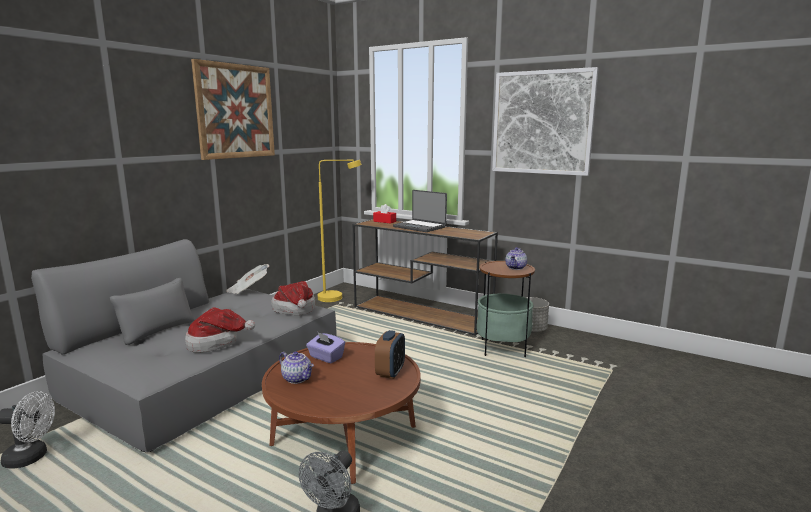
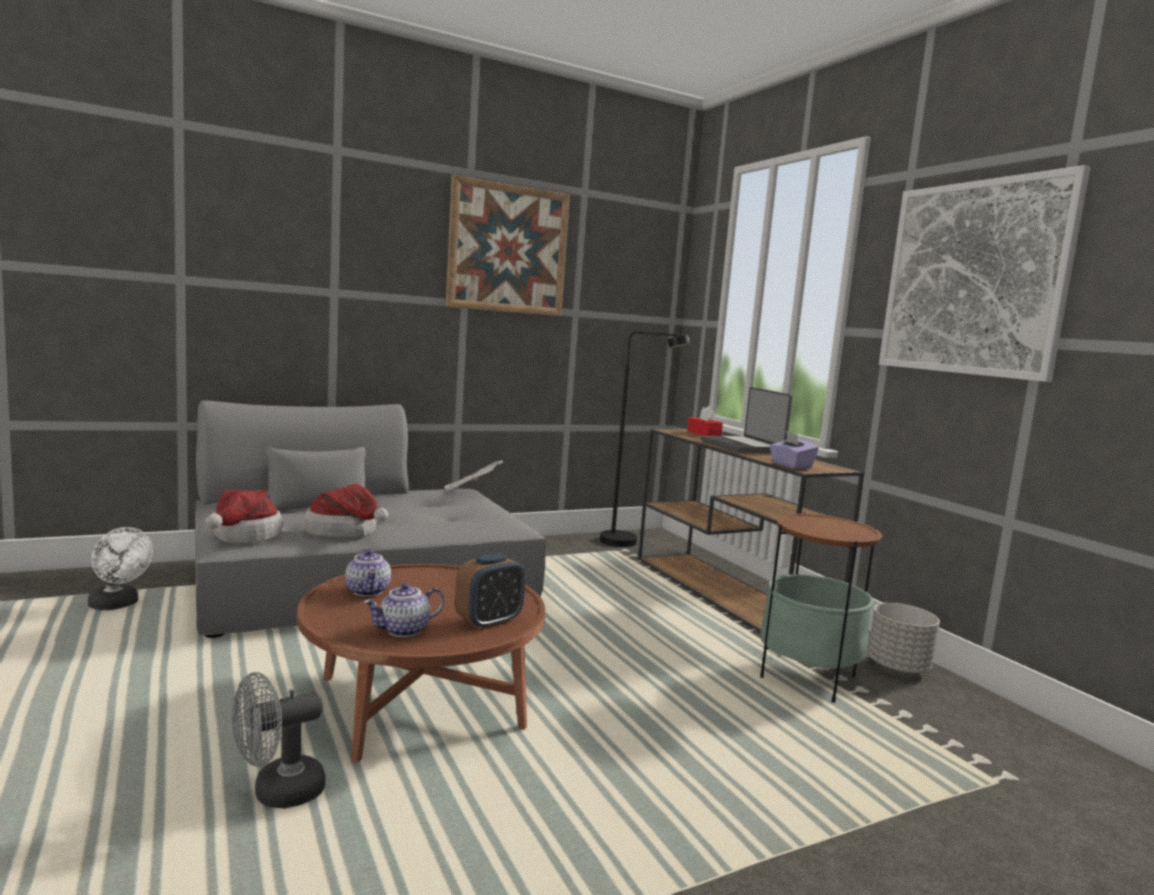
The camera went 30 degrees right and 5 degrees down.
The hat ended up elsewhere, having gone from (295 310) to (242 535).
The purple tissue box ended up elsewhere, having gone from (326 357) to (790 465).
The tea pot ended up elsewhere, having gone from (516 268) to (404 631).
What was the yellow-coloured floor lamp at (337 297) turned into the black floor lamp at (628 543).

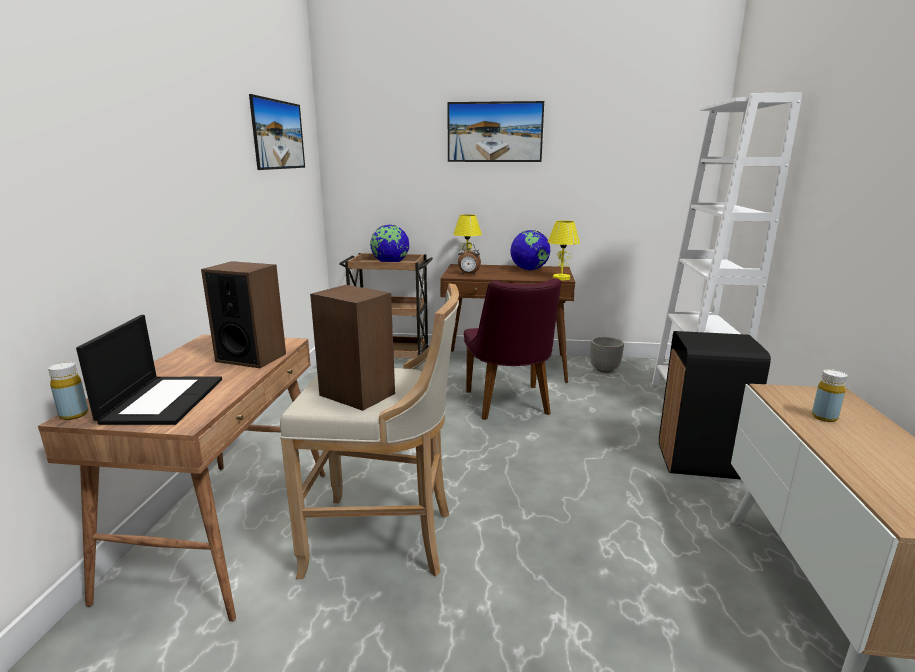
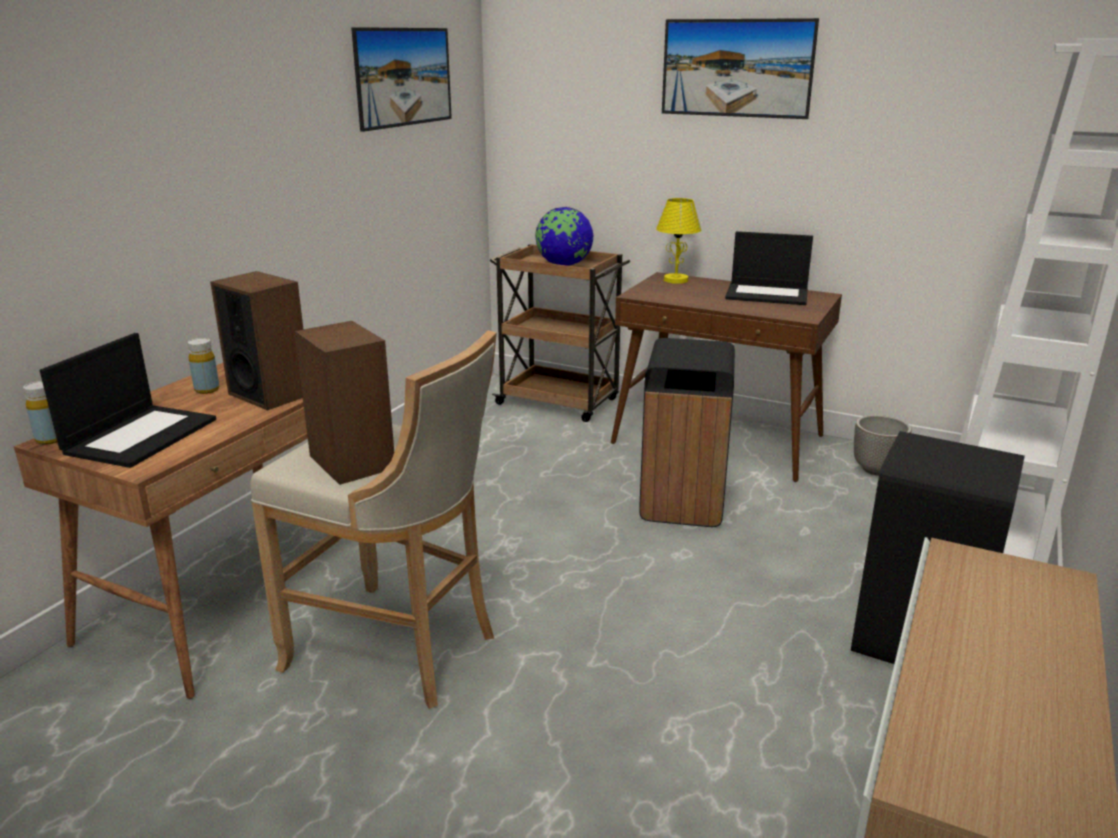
The camera went 20 degrees right and 5 degrees up.
The second view lost the alarm clock at (468 274).
The second view lost the yellow-coloured lamp for a table at (561 278).
The yellow-coloured drink bottle ended up elsewhere, having gone from (824 417) to (207 390).
Where the purple chair stood at (510 405), the black waste bin came to stand at (681 503).
Where the globe stood at (529 270), the portable computer came to stand at (768 294).

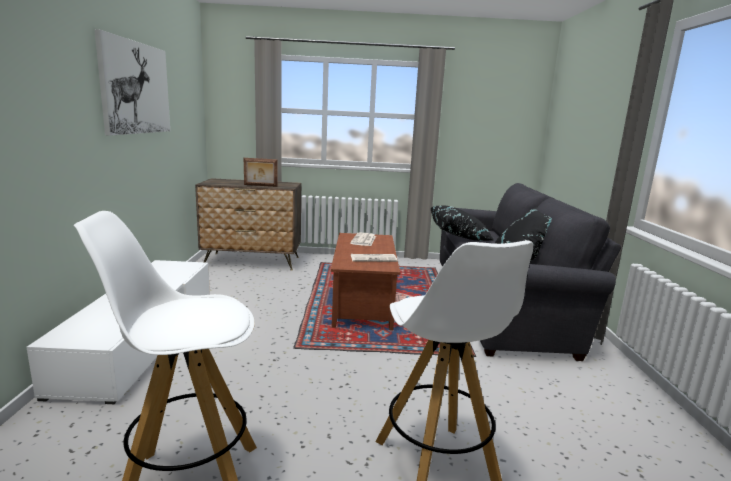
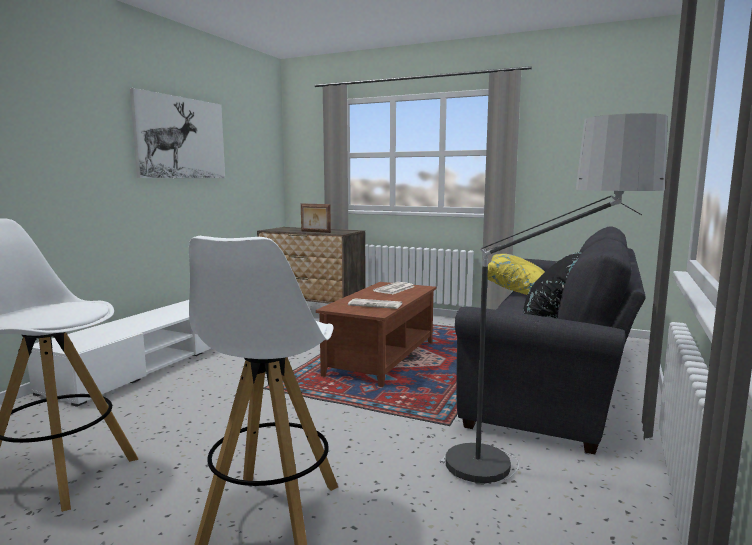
The camera went 25 degrees right and 5 degrees down.
The second view gained the floor lamp at (531 478).
What was the black cushion at (459 236) turned into the yellow-coloured cushion at (519 291).

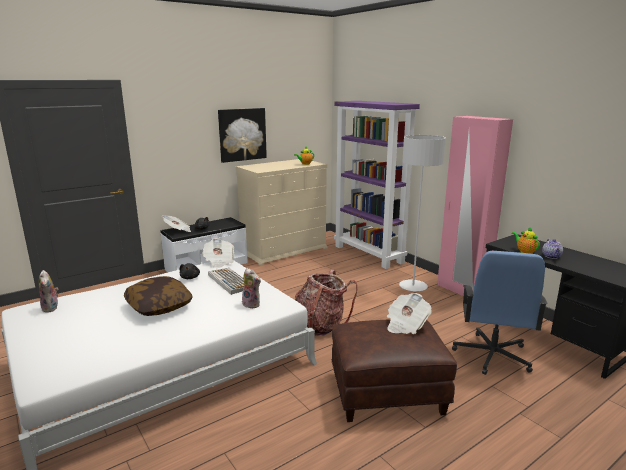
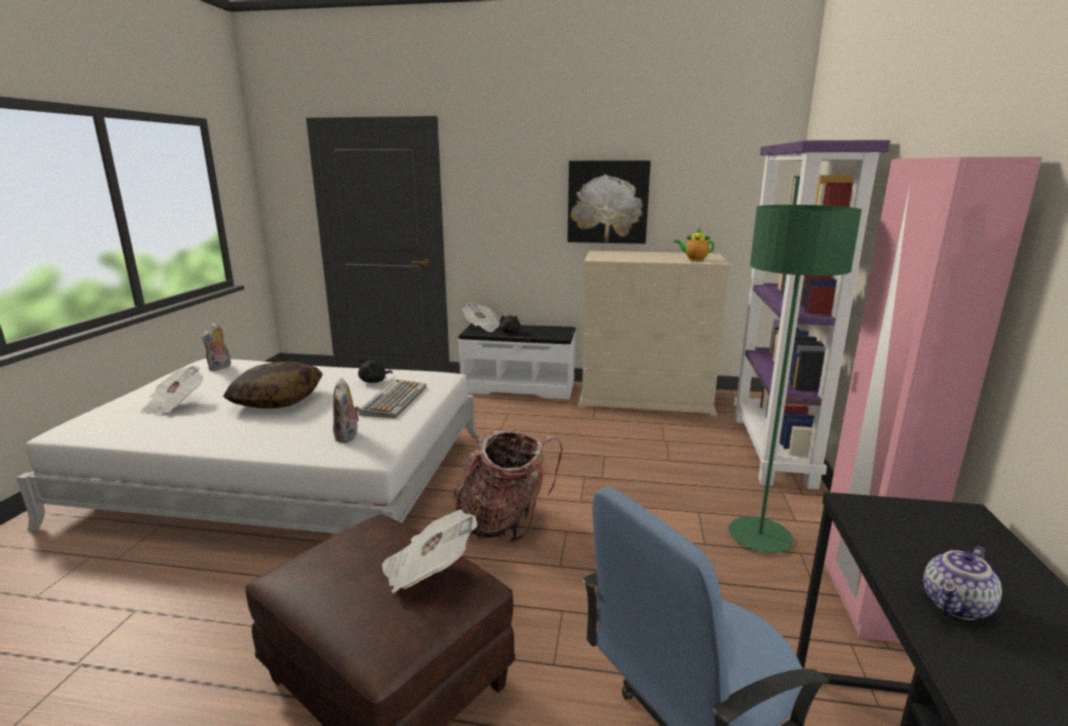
The camera went 45 degrees right and 0 degrees up.
The second view lost the tea pot at (525 252).
The printed paper ended up elsewhere, having gone from (219 261) to (175 405).
What was the greyish floor lamp at (413 287) turned into the green floor lamp at (759 537).

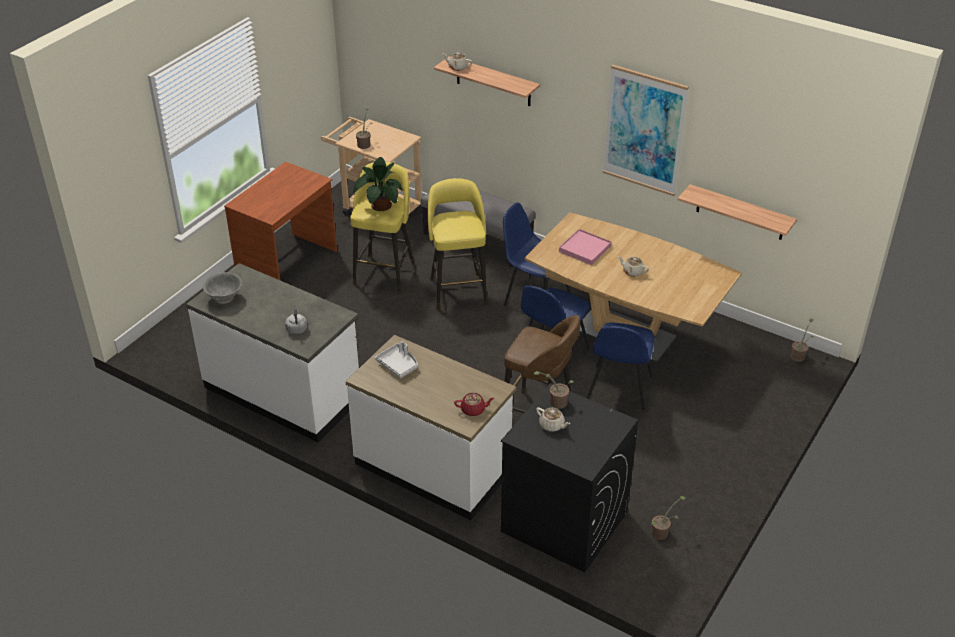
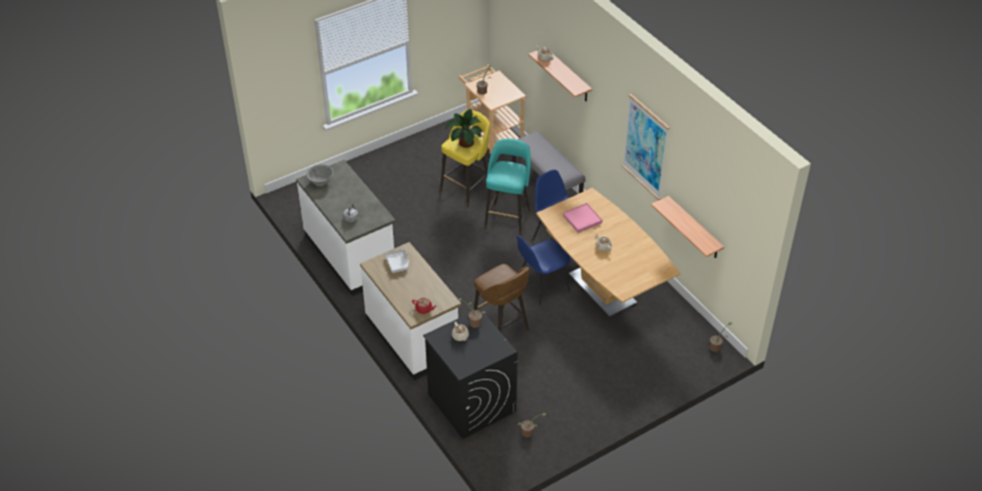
The camera went 25 degrees right and 5 degrees up.
The second view lost the brown desk table at (288 265).
The second view lost the bluish chair at (619 389).
What was the yellow-coloured stool at (458 290) turned into the turquoise-coloured stool at (508 218).

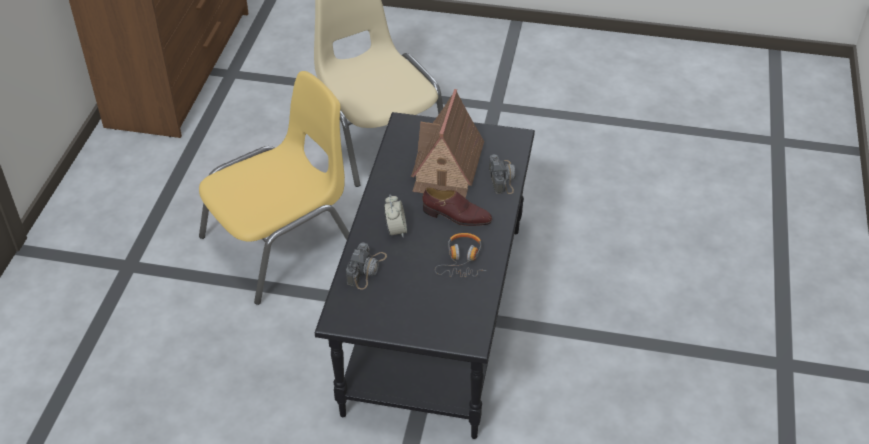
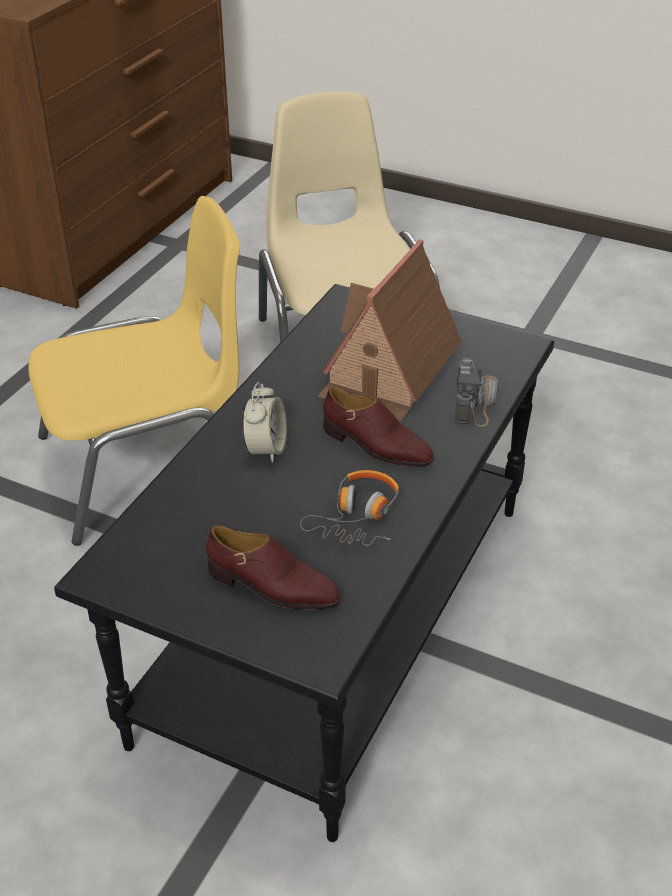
The camera went 15 degrees right and 5 degrees down.
The second view lost the photo camera at (366 269).
The second view gained the brown item of footwear at (272 587).

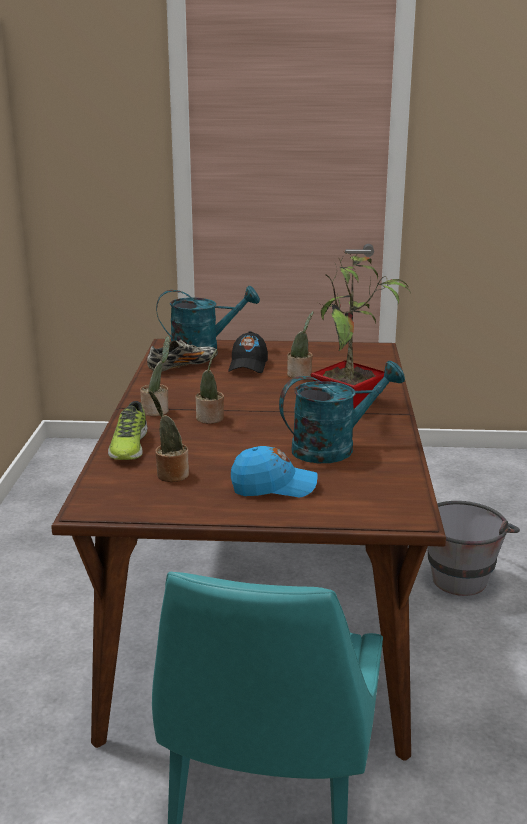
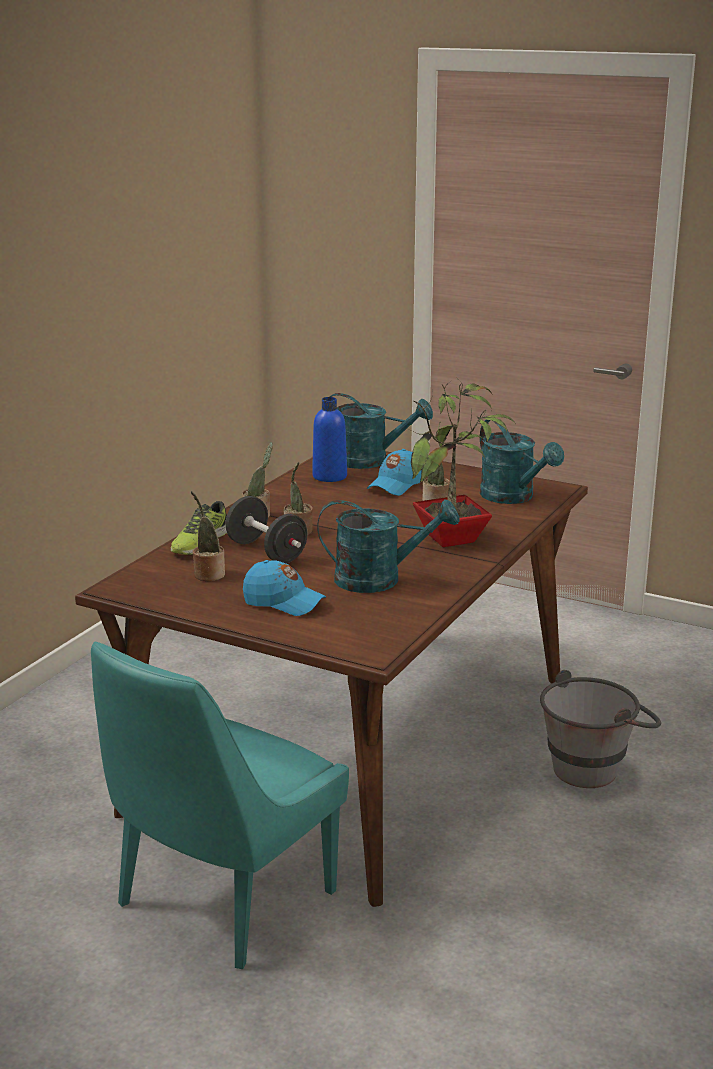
The camera went 25 degrees right and 0 degrees up.
The second view gained the black dumbbell at (266 552).
The second view gained the turquoise-coloured watering pot at (513 497).
Where the item of footwear stood at (182 367), the bluish drink bottle came to stand at (329 476).
What was the black baseball cap at (248 365) turned into the bluish baseball cap at (395 486).

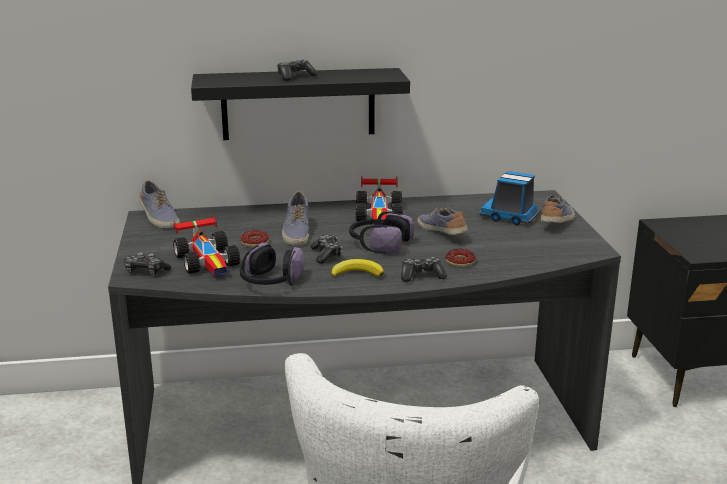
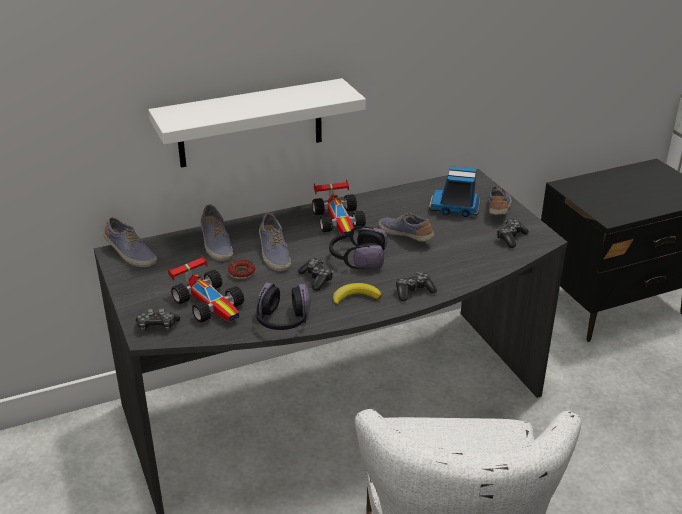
The camera went 15 degrees left and 10 degrees up.
The second view lost the donut at (460 262).
The second view gained the item of footwear at (215 244).
The gamepad ended up elsewhere, having gone from (295 76) to (510 238).
What was the black wall shelf at (298 104) turned into the white wall shelf at (250 123).

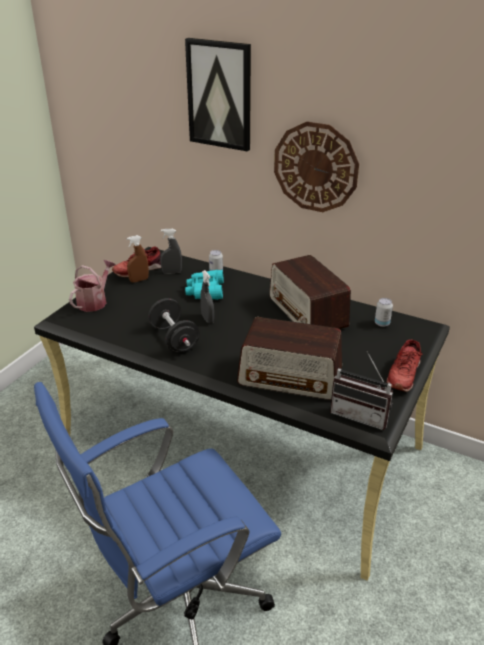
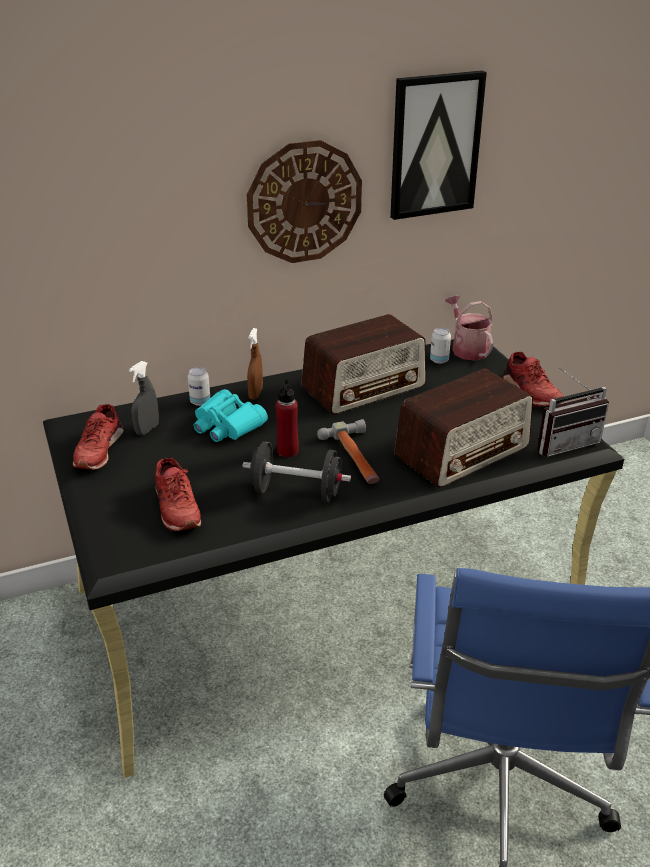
The camera went 50 degrees left and 0 degrees up.
The second view gained the reddish item of footwear at (176 507).
The second view gained the hand hammer at (355 458).
The watering pot ended up elsewhere, having gone from (94 301) to (467 348).
The brown hand sprayer ended up elsewhere, having gone from (139 280) to (255 394).
The wall picture ended up elsewhere, having gone from (220 94) to (435 145).
Where the greyish hand sprayer stood at (207 319), the reddish drink bottle came to stand at (287 451).
The radio at (307 312) ended up facing another way, 45 degrees counterclockwise from before.

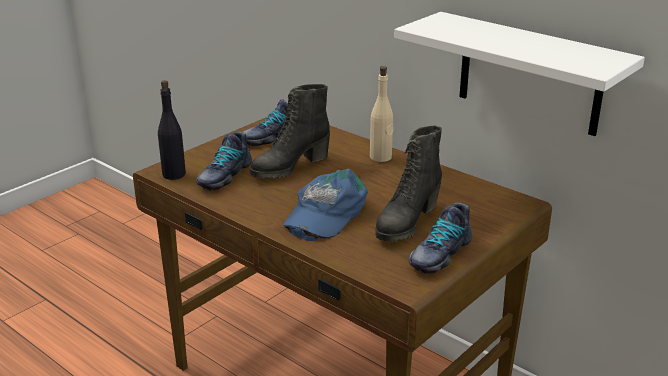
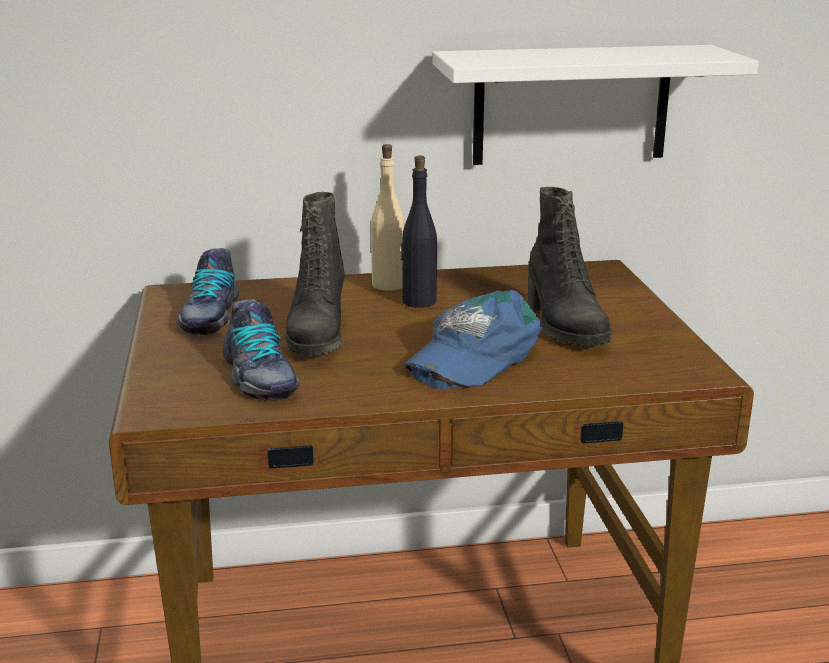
The camera went 50 degrees left and 5 degrees down.
The second view lost the item of footwear at (439 253).
The black drink bottle ended up elsewhere, having gone from (173 174) to (418 301).
The bluish baseball cap at (325 213) ended up facing another way, 60 degrees clockwise from before.

